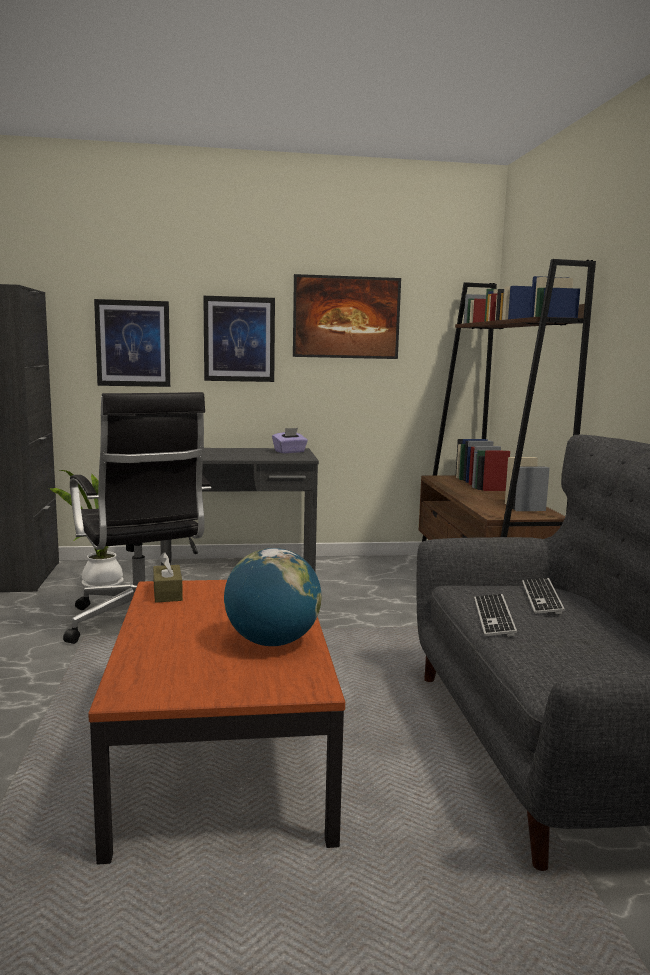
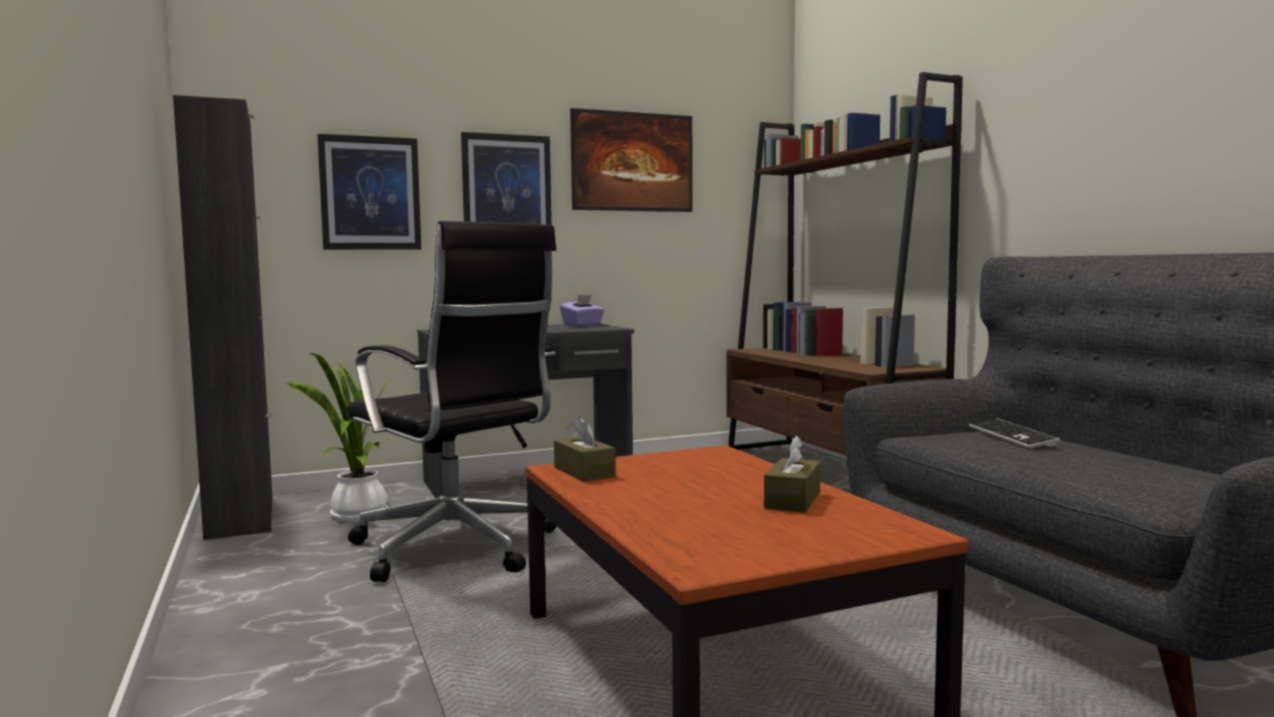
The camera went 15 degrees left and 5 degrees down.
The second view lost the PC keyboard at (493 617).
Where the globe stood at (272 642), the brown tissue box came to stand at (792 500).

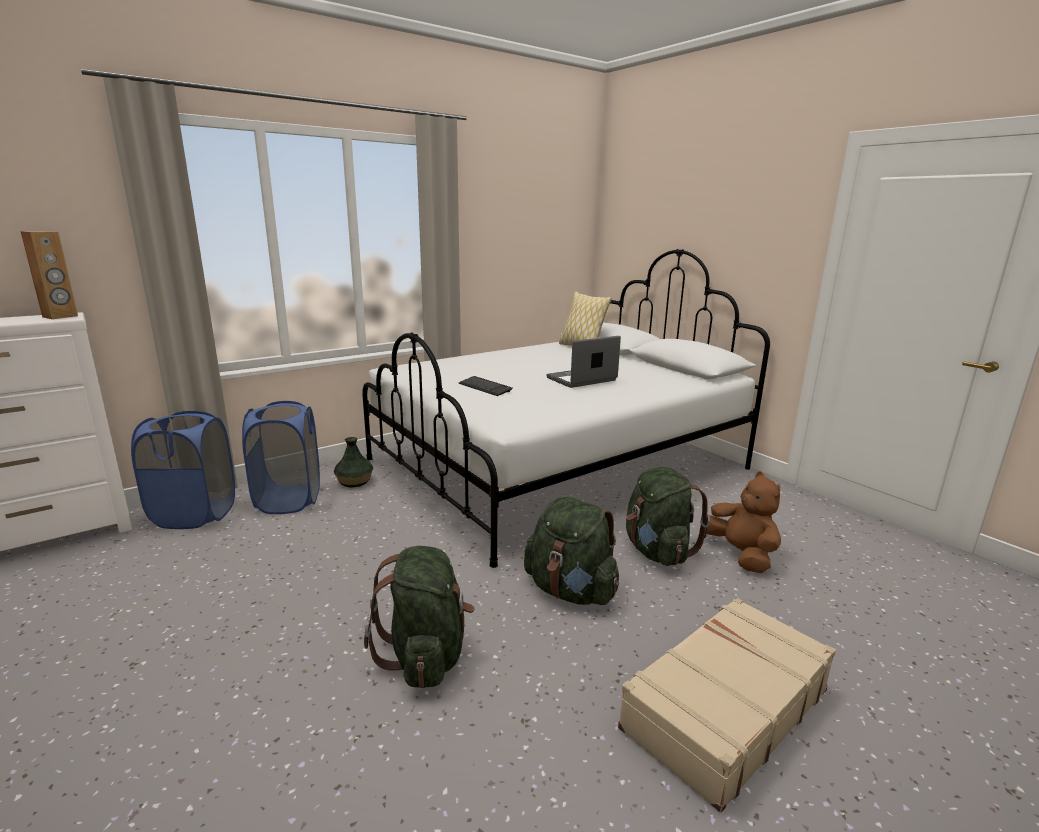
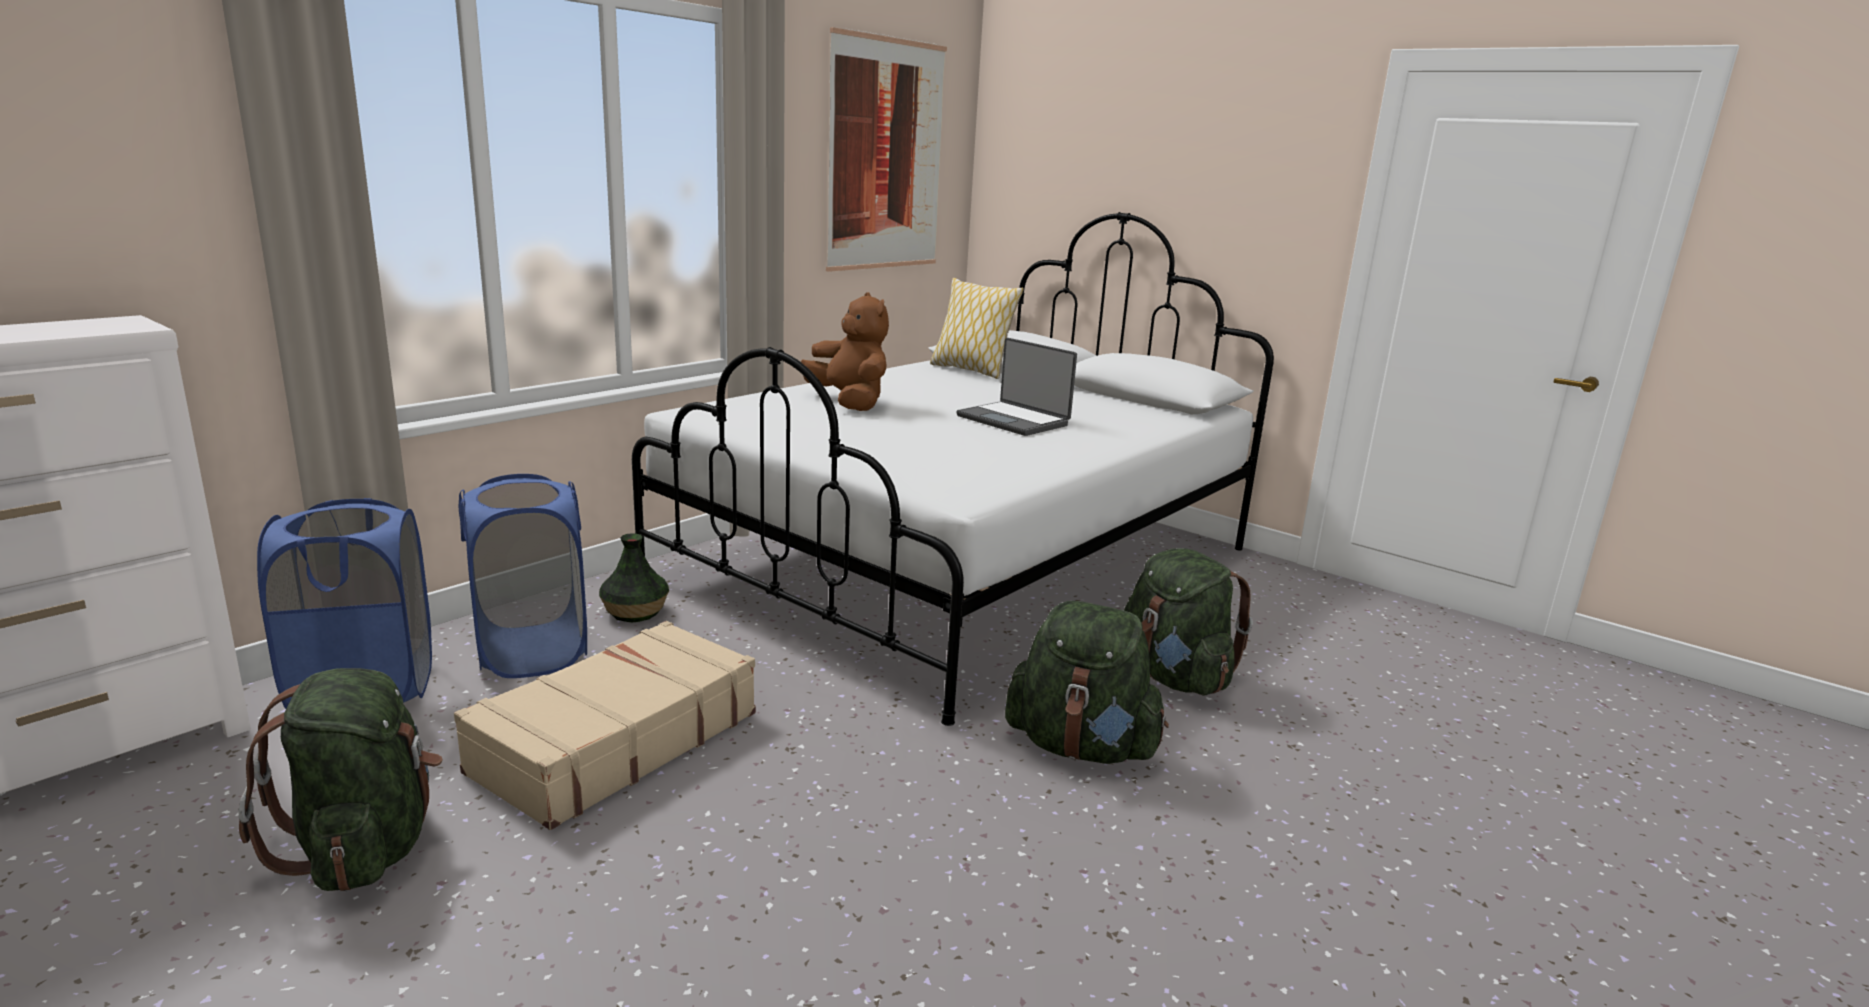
The camera went 15 degrees left and 0 degrees up.
The second view lost the brown audio speaker at (60 316).
The second view lost the PC keyboard at (485 387).
The second view gained the wall picture at (886 155).
The green rucksack ended up elsewhere, having gone from (425 655) to (364 847).
The beige-coloured piece of luggage ended up elsewhere, having gone from (724 708) to (615 742).
The brown soft toy ended up elsewhere, having gone from (740 554) to (849 403).
The portable computer at (582 379) ended up facing another way, 90 degrees counterclockwise from before.

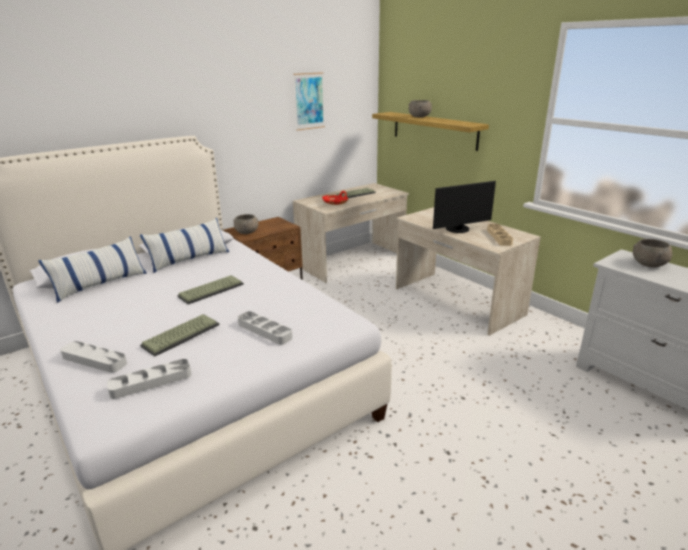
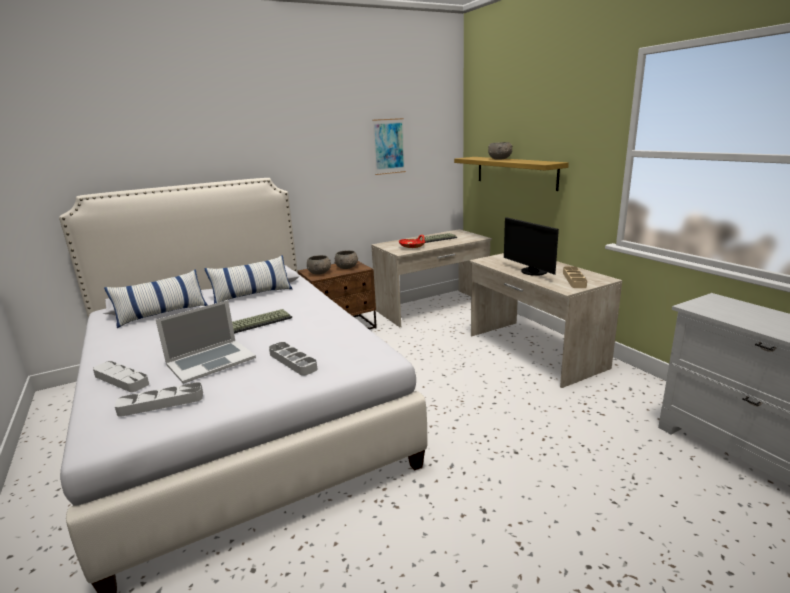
The camera went 10 degrees right and 5 degrees down.
The greyish bowl ended up elsewhere, having gone from (649 264) to (347 267).
Where the PC keyboard stood at (181 334), the portable computer came to stand at (211 361).
The computer display at (459 229) ended up facing another way, 75 degrees clockwise from before.

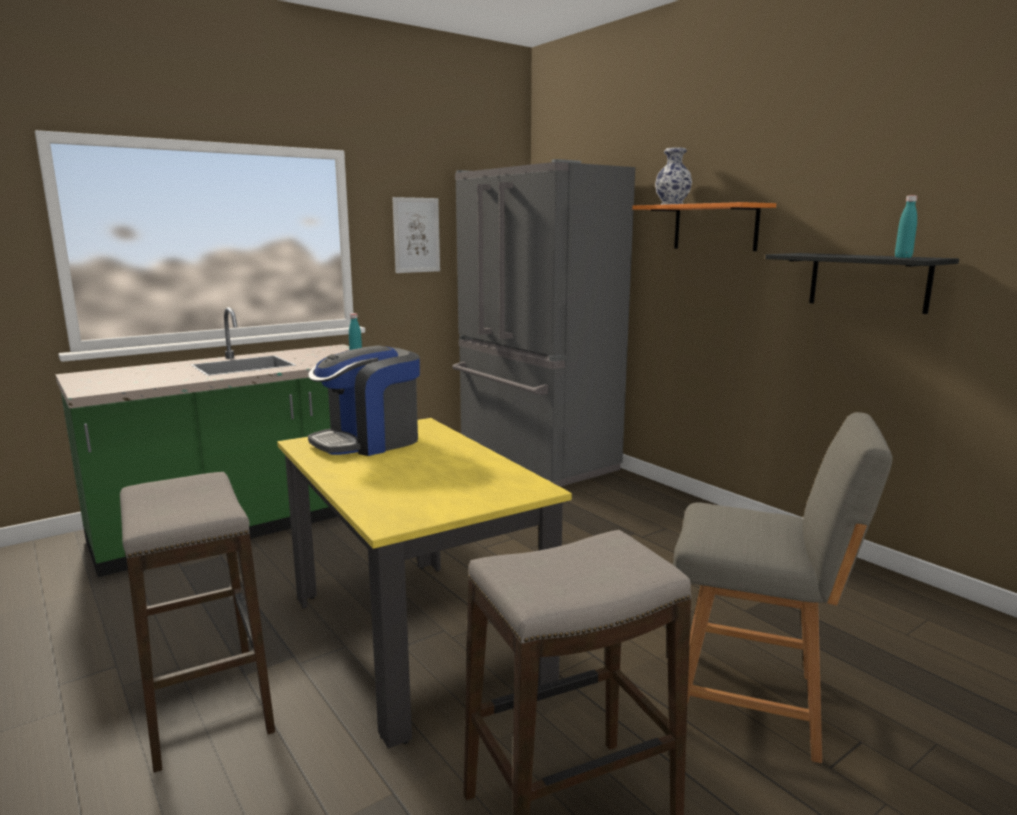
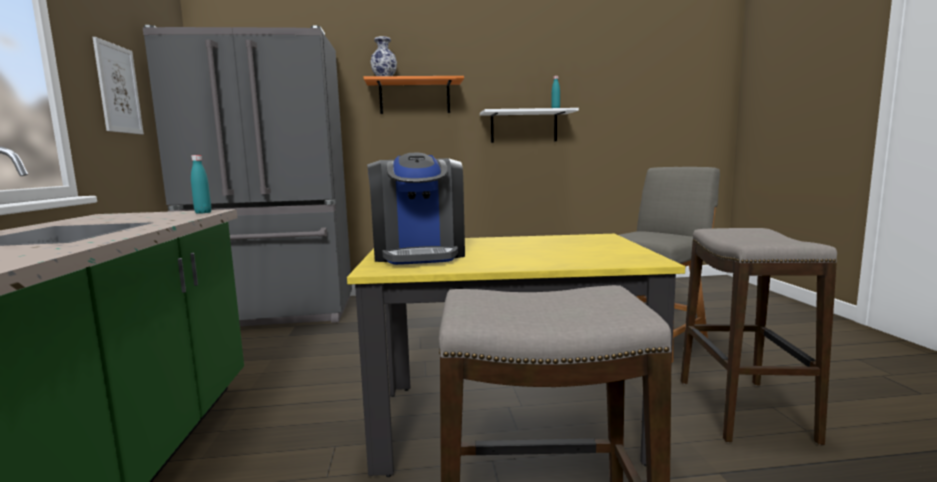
The camera went 60 degrees left and 5 degrees down.
What was the black wall shelf at (868 282) turned into the white wall shelf at (524 127).

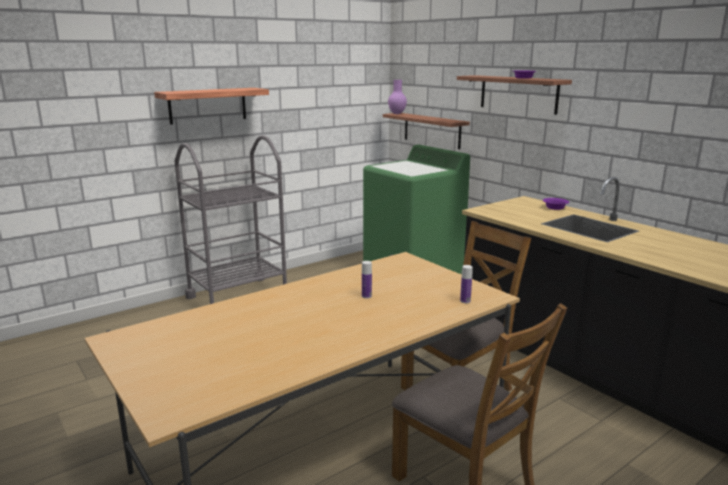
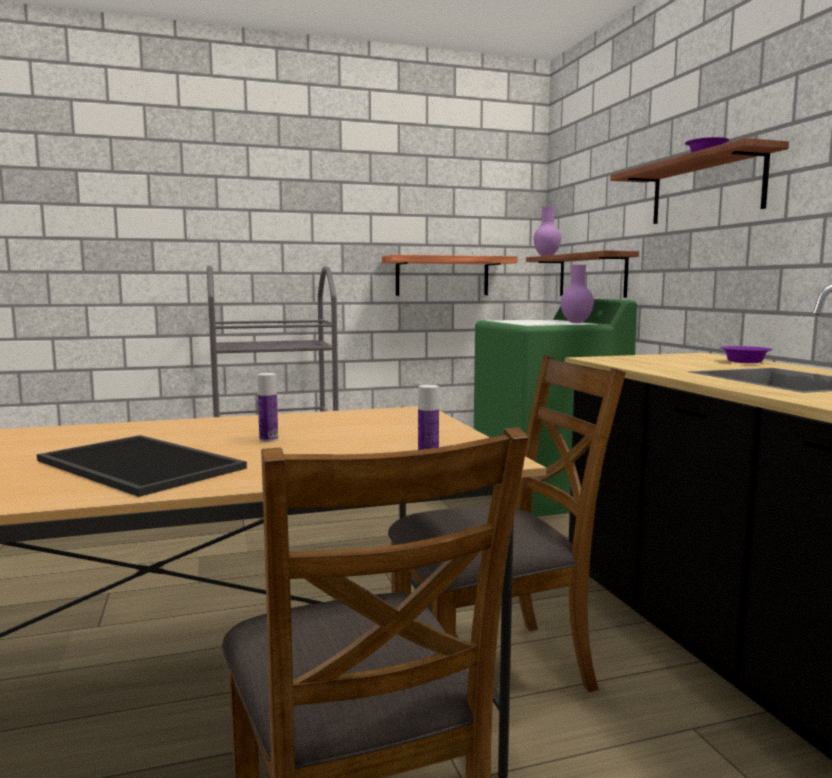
The camera went 20 degrees right and 10 degrees down.
The second view gained the serving tray at (144 464).
The second view gained the purple flower vase at (575 322).
The wall shelf ended up elsewhere, having gone from (207 105) to (442 276).

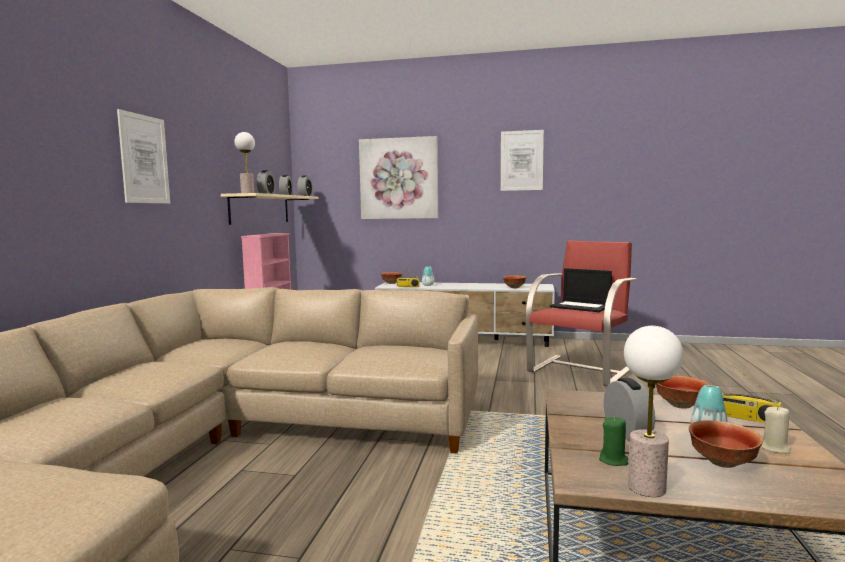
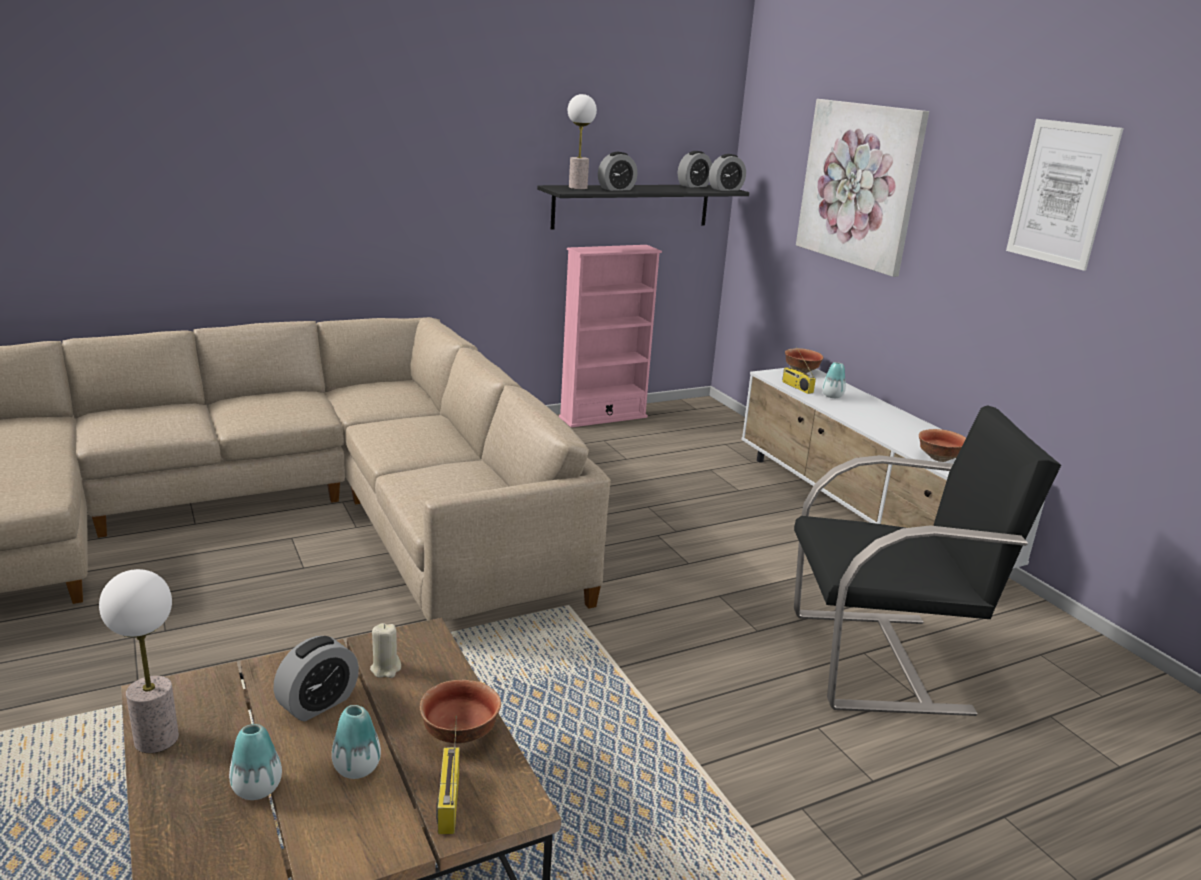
The camera went 50 degrees right and 15 degrees up.
The second view lost the wall picture at (144 159).
The second view lost the portable computer at (581 307).
The second view lost the green wax light at (613 460).
The beige-coloured wax light ended up elsewhere, having gone from (775 448) to (386 668).
Where the bowl stood at (724 463), the flower vase came to stand at (257 789).
What was the beige-coloured wall shelf at (260 209) turned into the black wall shelf at (632 206).
What was the reddish armchair at (580 370) turned into the black armchair at (881 660).

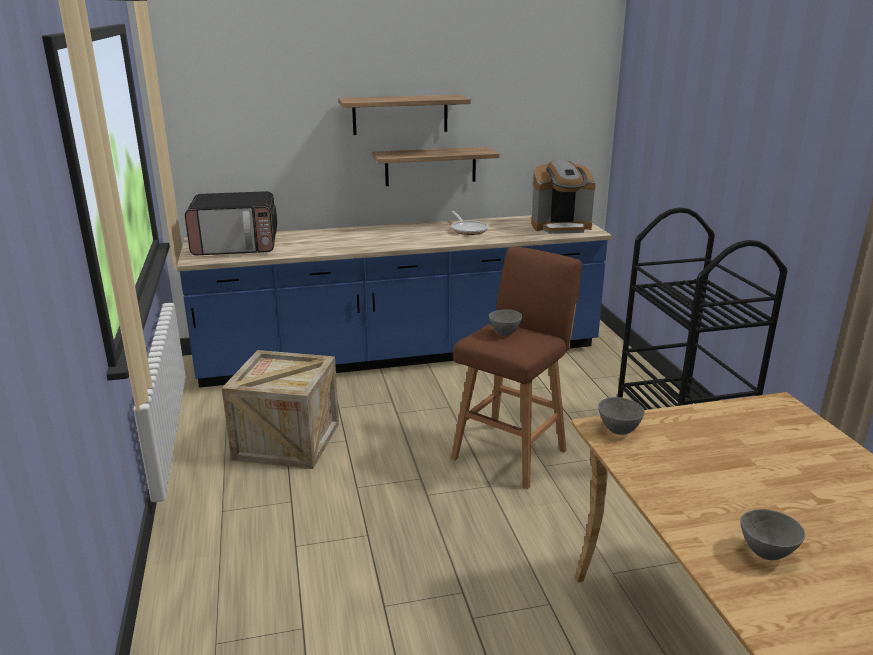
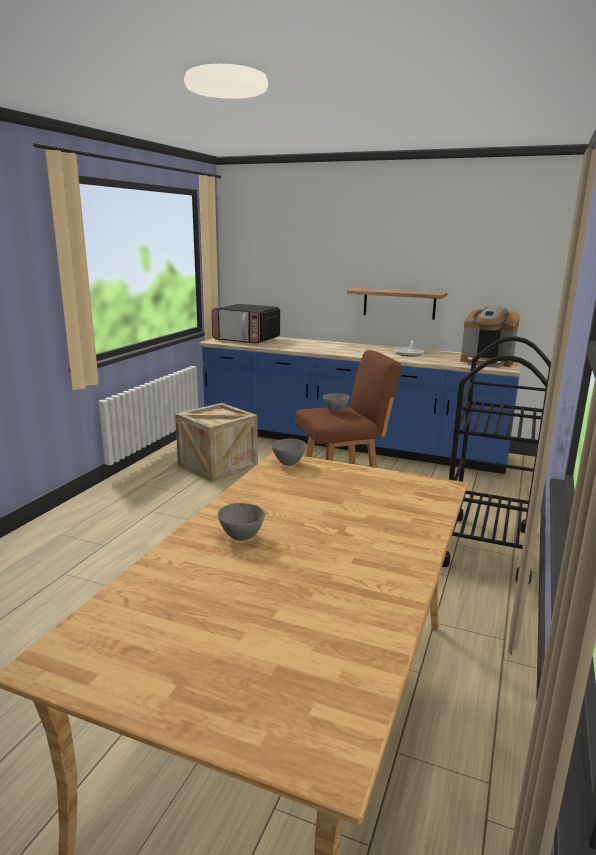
The camera went 35 degrees right and 5 degrees down.
The second view lost the wall shelf at (400 114).

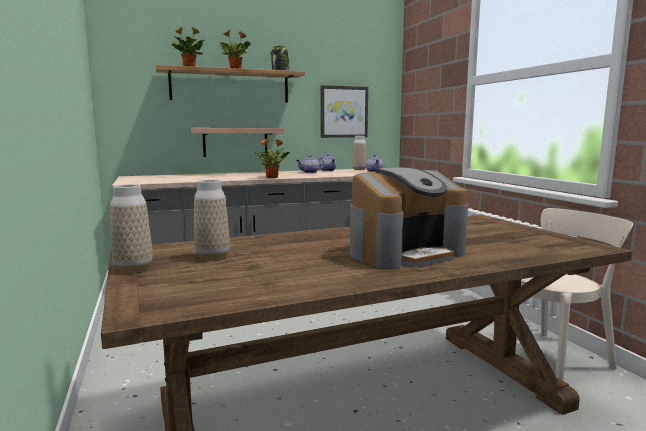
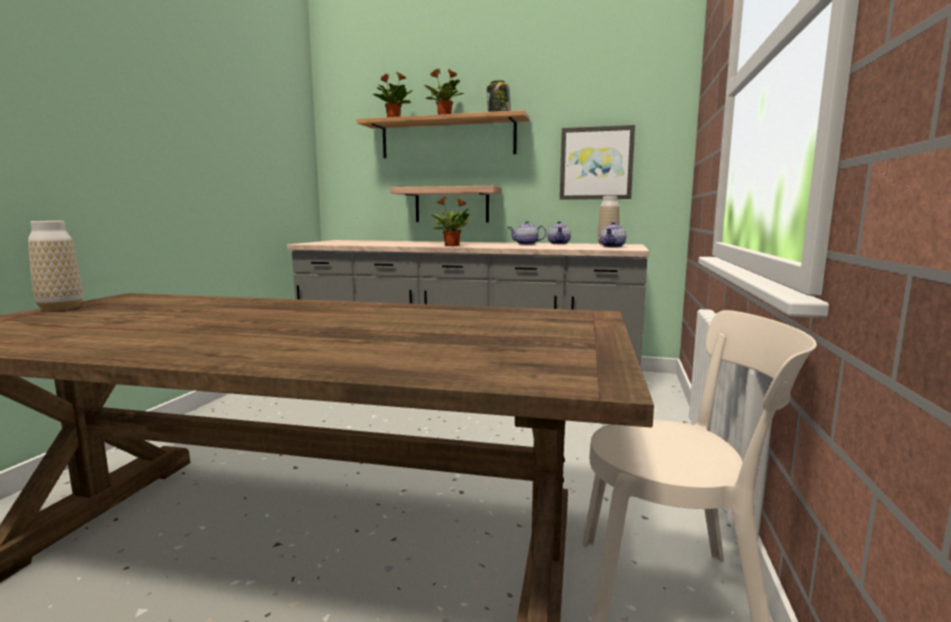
The camera went 35 degrees right and 0 degrees up.
The second view lost the flower vase at (212 257).
The second view lost the coffee brewer at (405 253).

